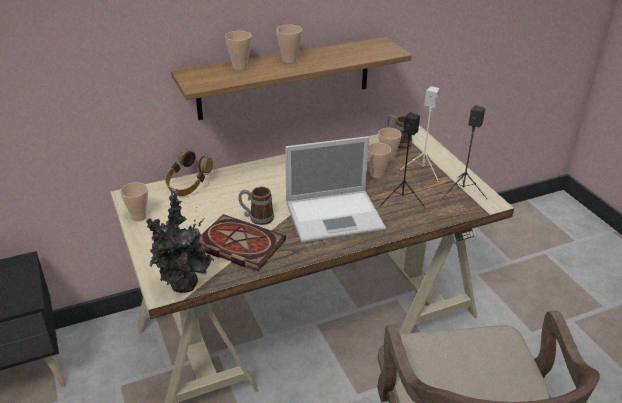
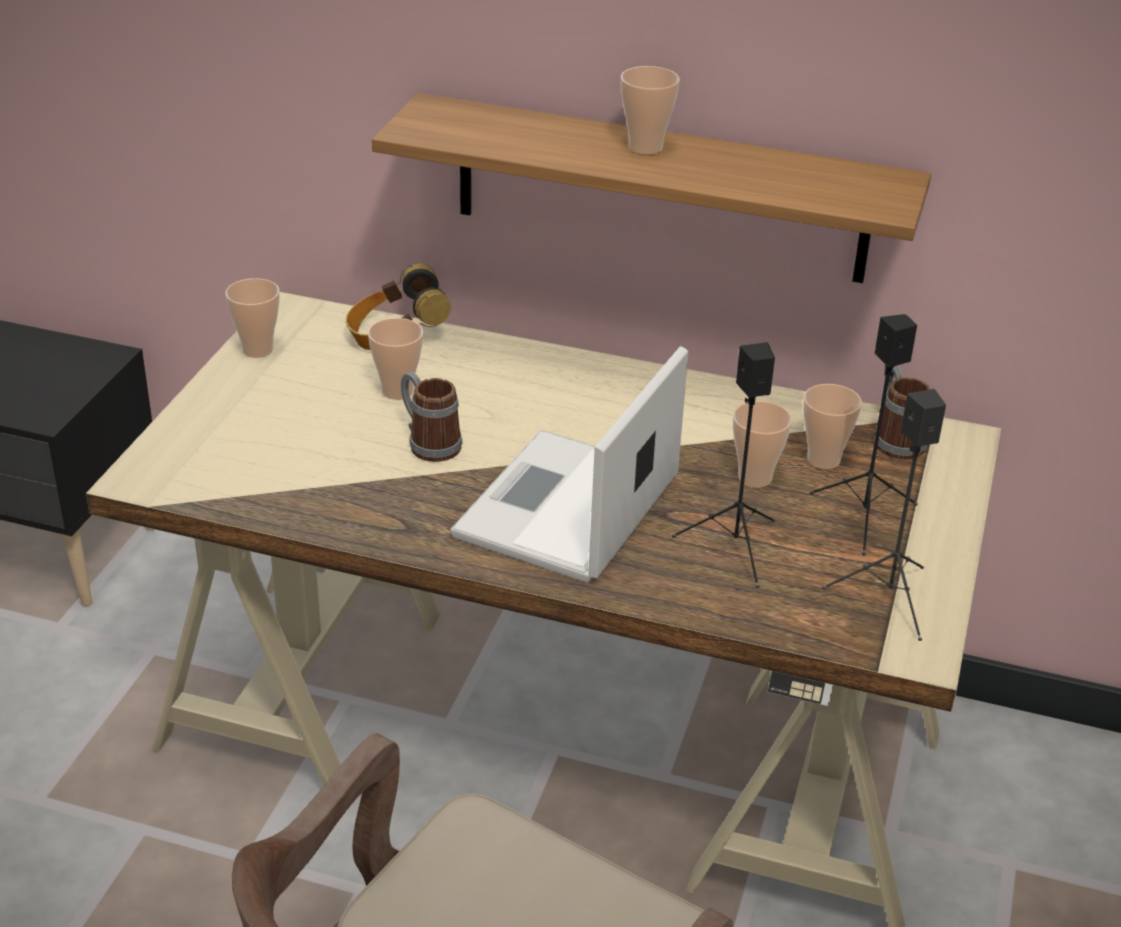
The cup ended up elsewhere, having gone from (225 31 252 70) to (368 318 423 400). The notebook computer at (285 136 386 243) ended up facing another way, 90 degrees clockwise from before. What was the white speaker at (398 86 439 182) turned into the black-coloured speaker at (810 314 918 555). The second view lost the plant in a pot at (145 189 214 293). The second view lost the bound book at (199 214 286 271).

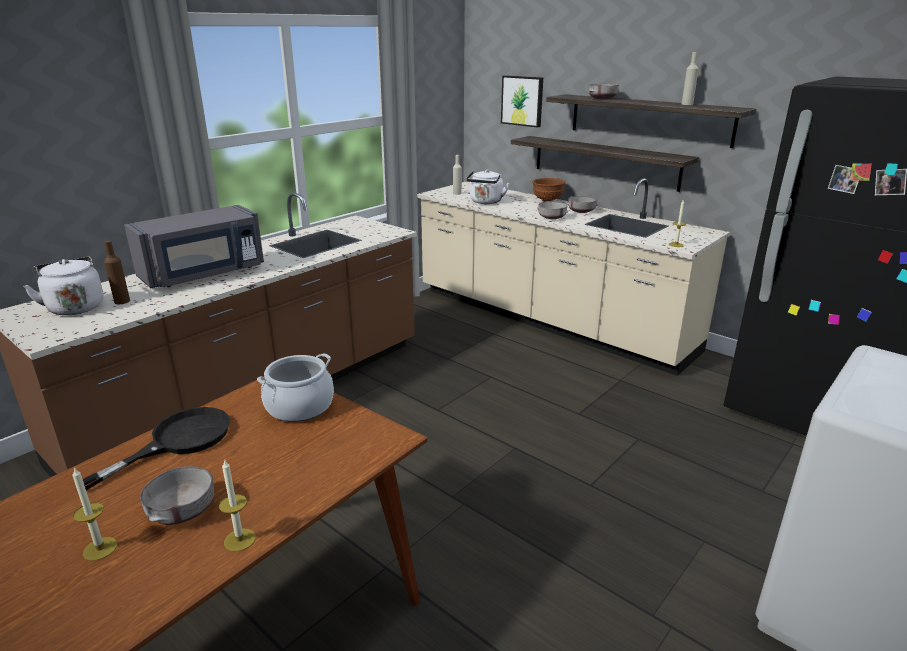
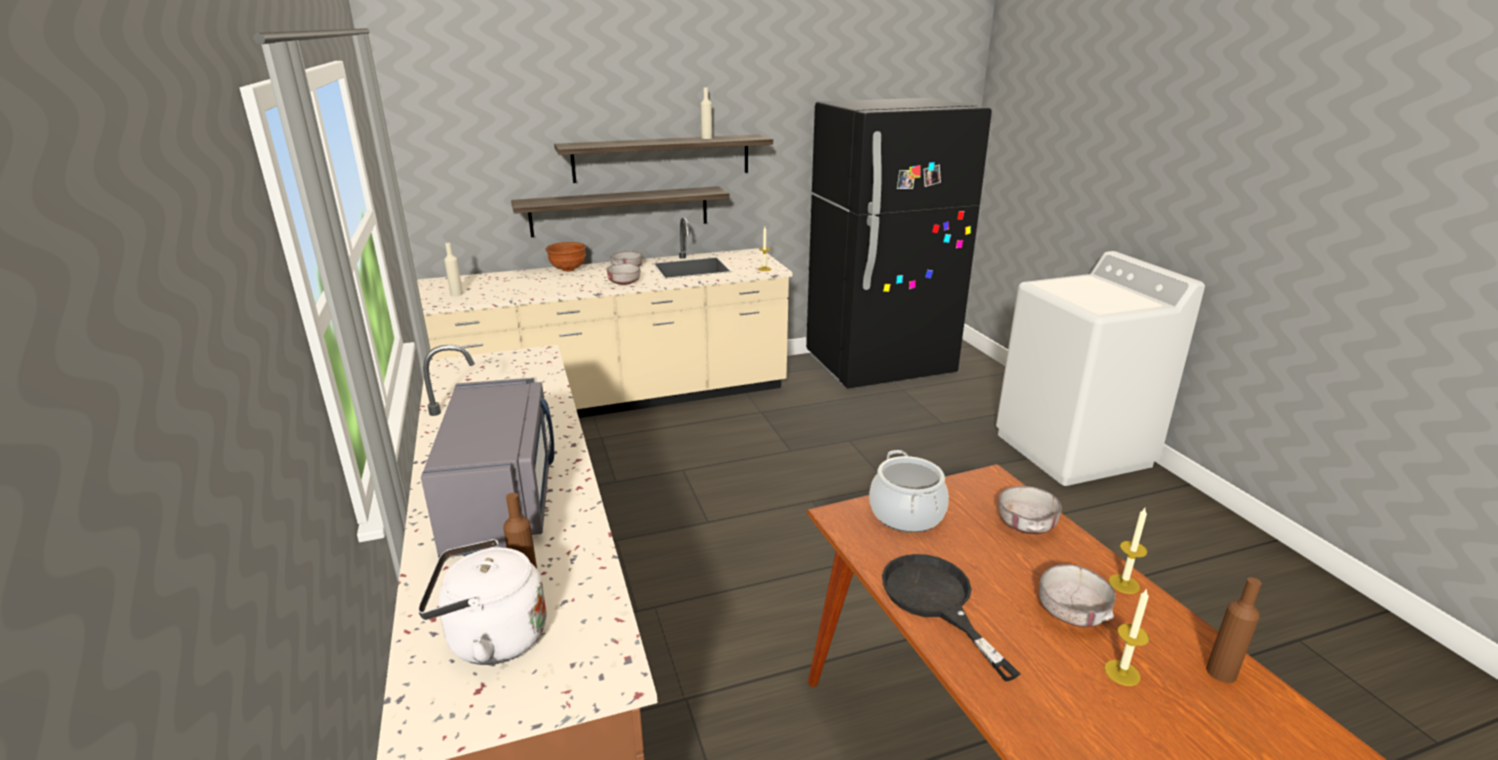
The grey bowl ended up elsewhere, having gone from (588 84 619 99) to (999 486 1062 534). The second view gained the brown beverage bottle at (1206 577 1262 683). The second view lost the white water kettle at (466 170 510 204). The second view lost the wall picture at (501 75 543 128).

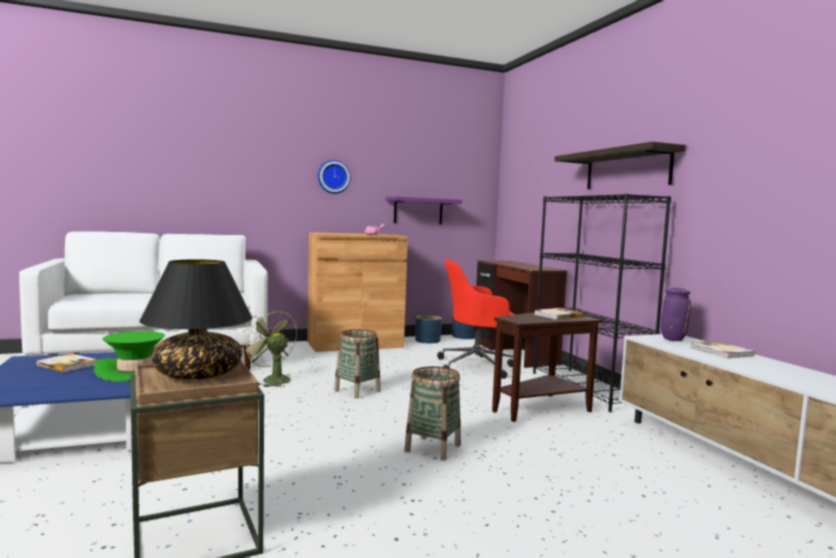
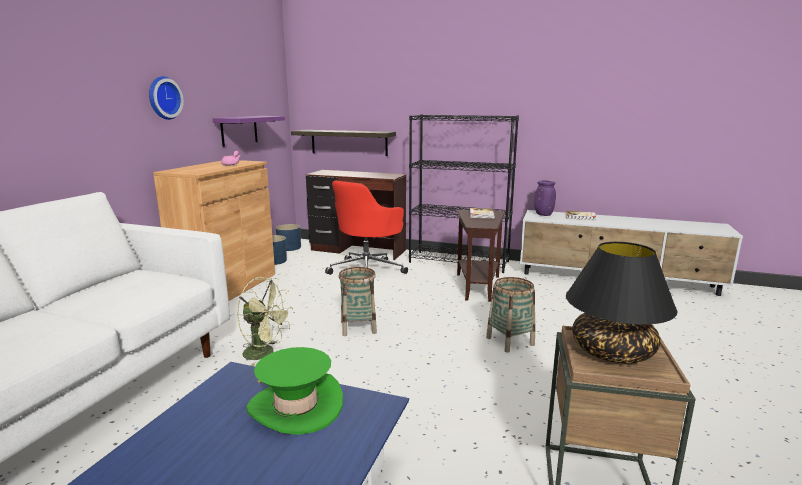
The green-coloured fan at (242 309 297 387) ended up facing another way, 150 degrees counterclockwise from before. The wall shelf ended up elsewhere, having gone from (554 142 686 189) to (291 130 396 156). The second view lost the bound book at (36 354 98 373).

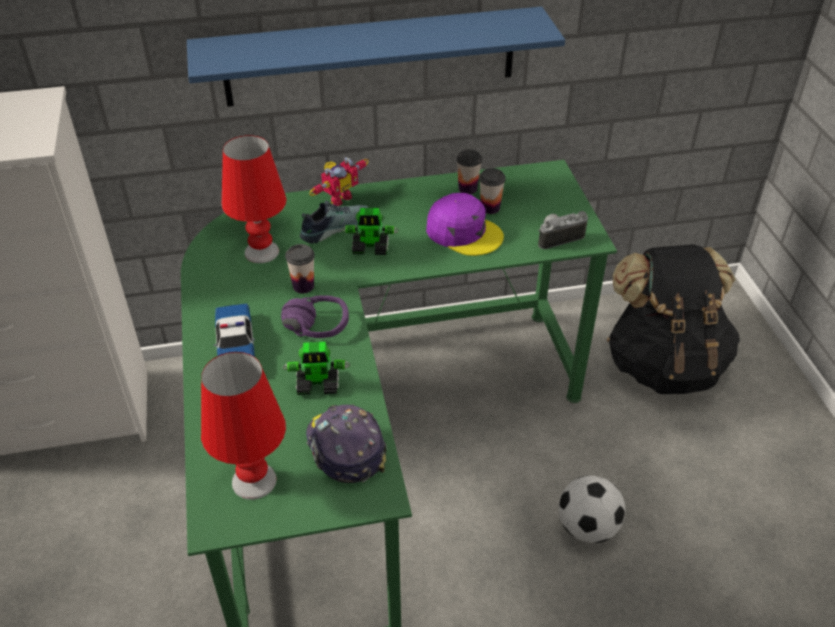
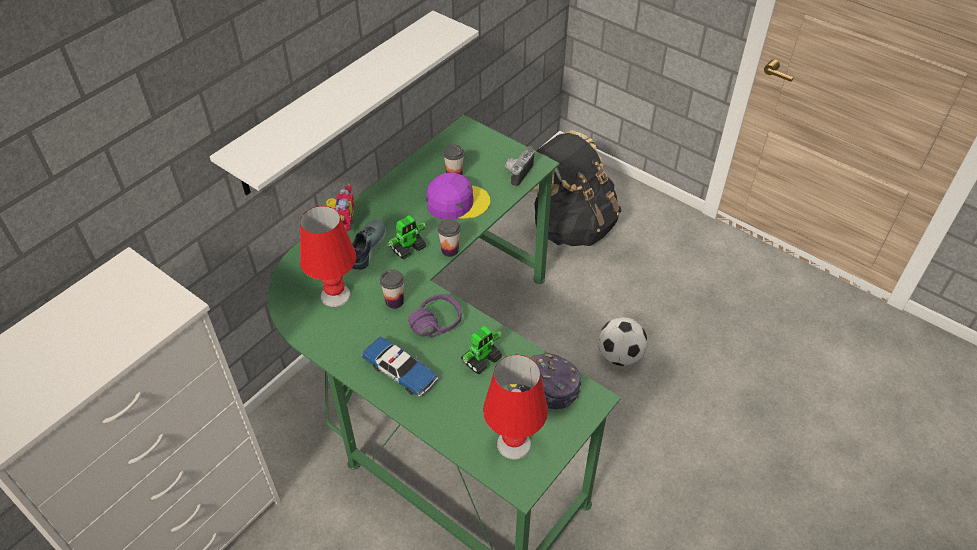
What was the blue wall shelf at (187 6 565 107) turned into the white wall shelf at (210 11 479 195). The cup ended up elsewhere, having gone from (457 150 482 194) to (437 219 461 257).

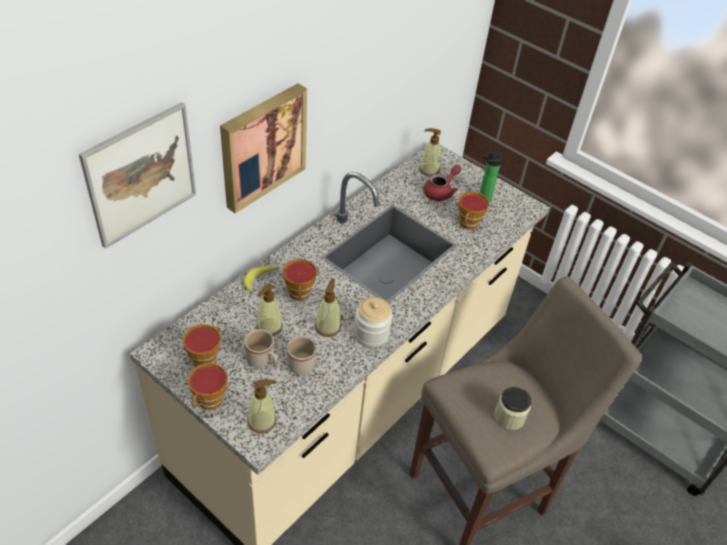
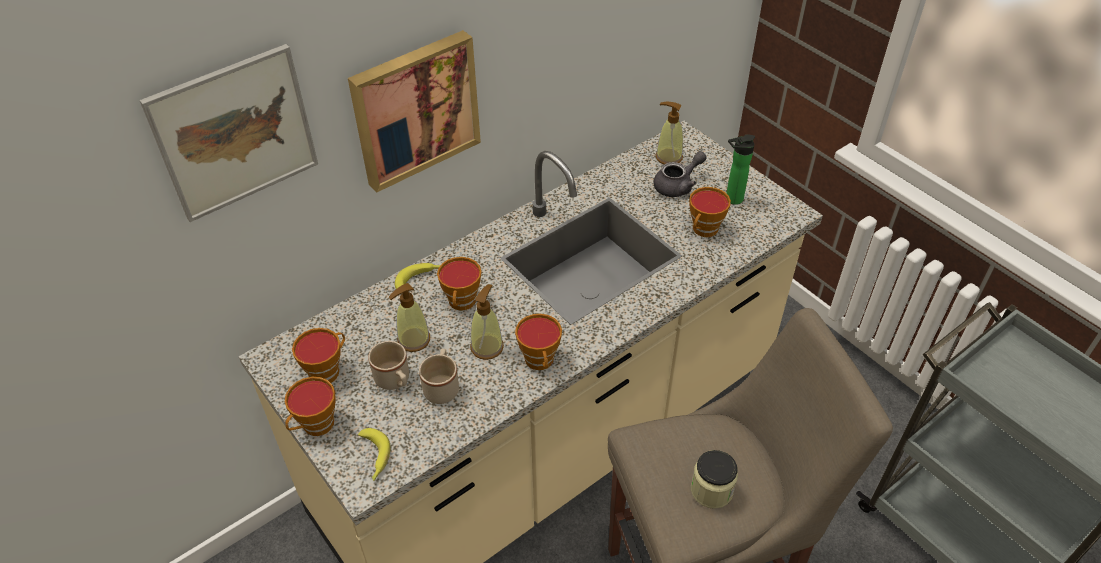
Where the soap bottle stood at (248 379 276 434), the banana came to stand at (358 428 391 481). Where the storage jar stood at (354 297 392 348), the cup came to stand at (515 314 562 370). What was the red pot for tea at (423 165 461 201) turned into the grey pot for tea at (654 151 706 197).

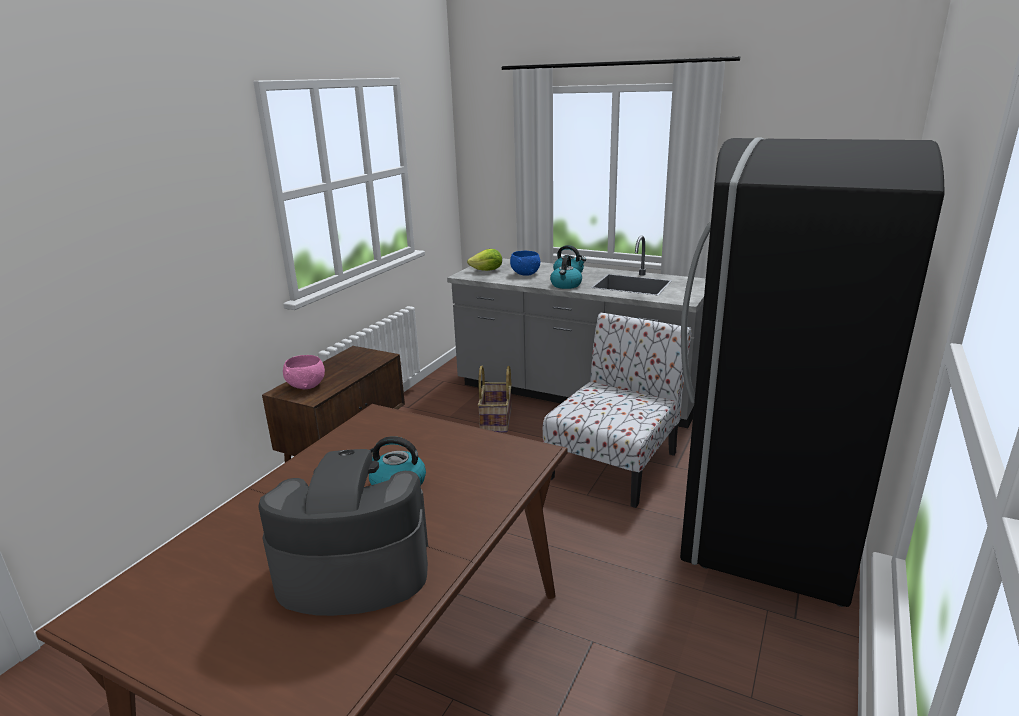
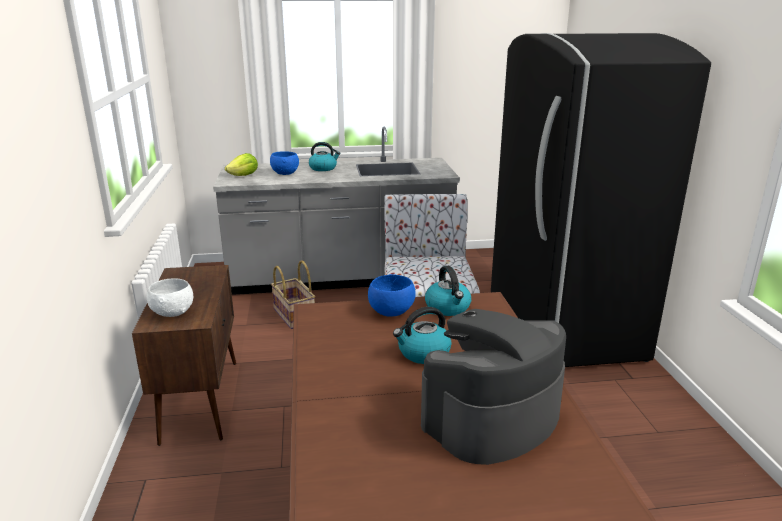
What was the pink bowl at (283 355 325 389) turned into the white bowl at (147 278 193 317). The second view gained the blue bowl at (368 274 416 317). The water kettle ended up elsewhere, having gone from (550 255 582 289) to (425 266 471 316).

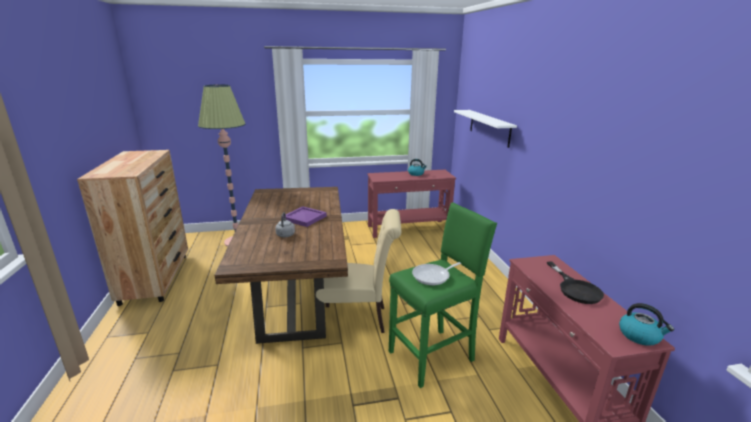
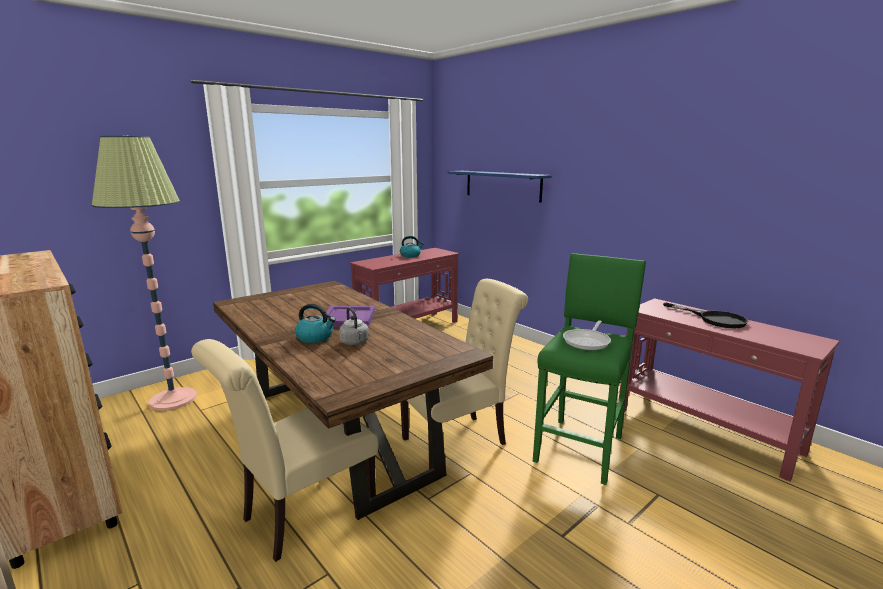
The second view gained the beige upright chair at (191 339 378 562). The water kettle ended up elsewhere, having gone from (619 303 674 346) to (295 304 336 343). What was the white wall shelf at (454 110 517 148) turned into the blue wall shelf at (447 171 552 202).

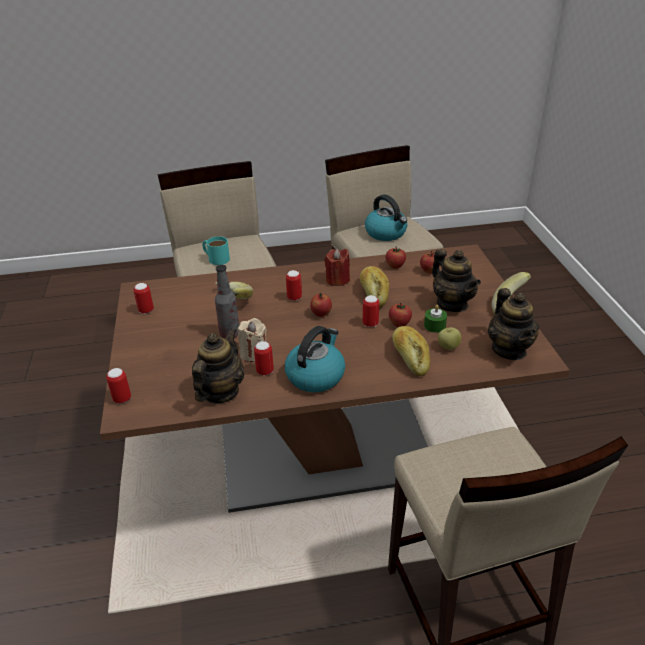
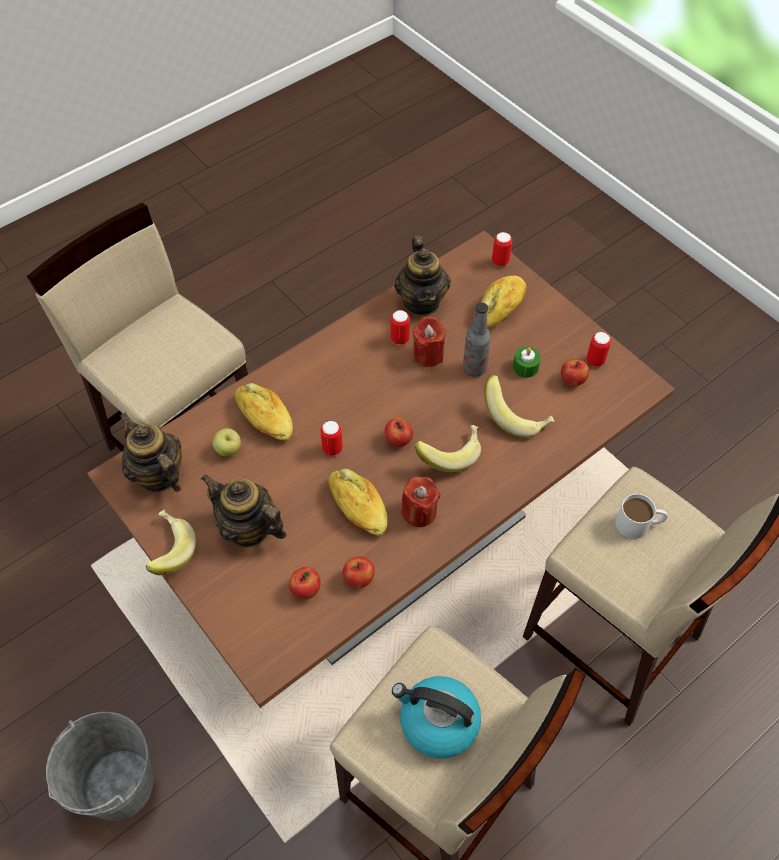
The second view gained the grey water bucket at (46 712 154 821). What was the beige wax light at (238 318 267 362) turned into the red wax light at (413 317 445 367). Where the can stood at (286 270 302 301), the banana came to stand at (415 425 481 472). The second view gained the bakery bread at (481 276 526 329). The green-coloured wax light ended up elsewhere, having gone from (424 305 447 333) to (513 347 541 378). The apple fruit ended up elsewhere, having gone from (389 303 412 327) to (561 359 589 387). What was the turquoise-coloured coffee mug at (202 236 230 265) turned into the white coffee mug at (616 494 668 539). The second view lost the water kettle at (285 326 345 392).

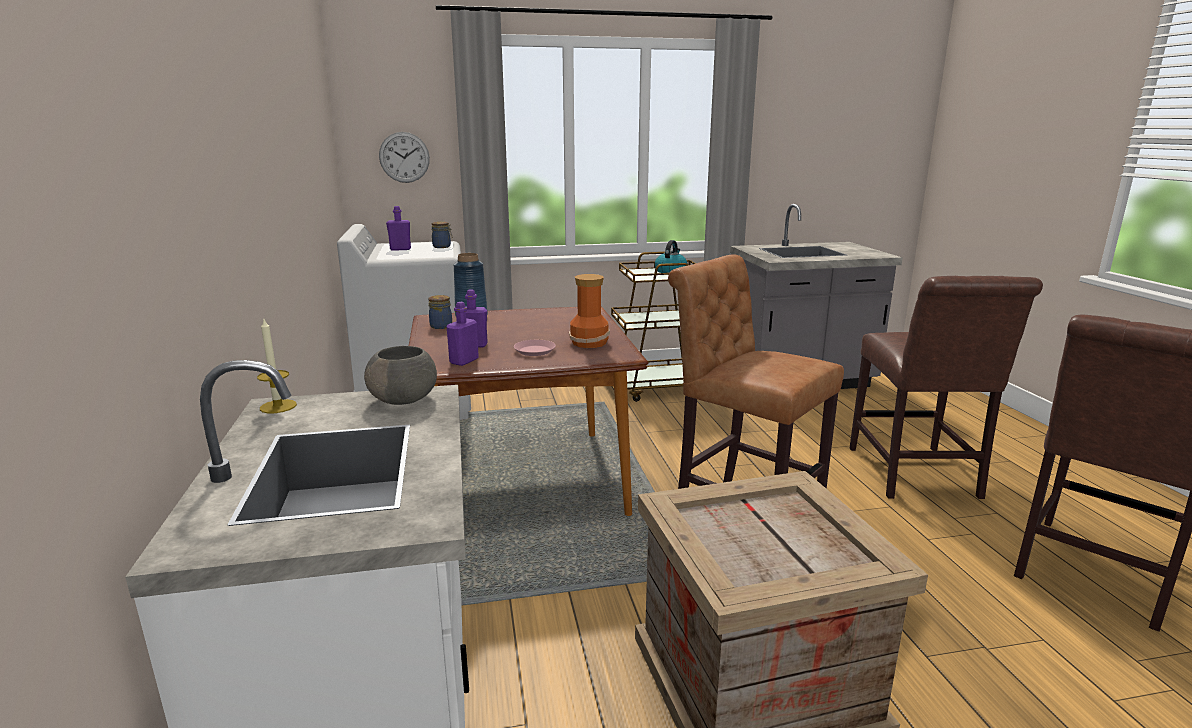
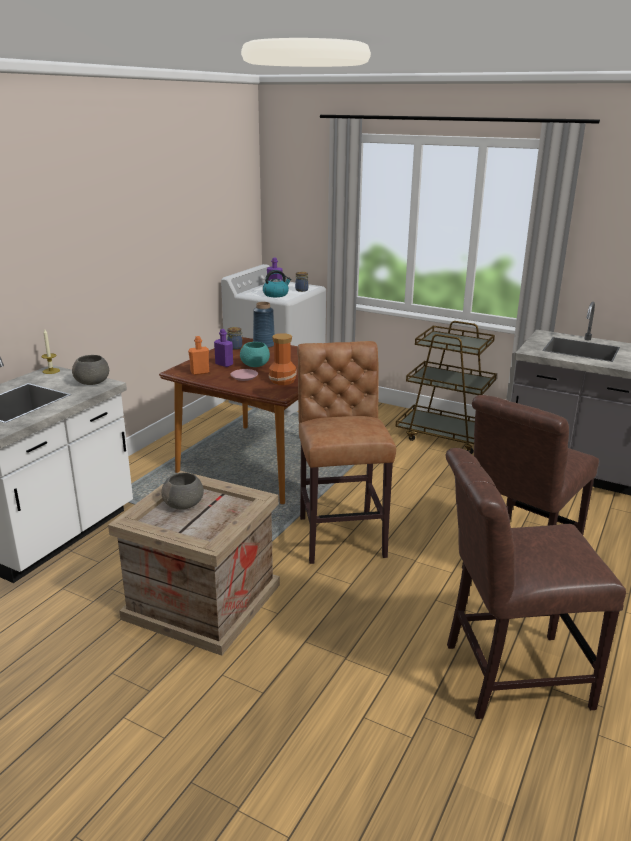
The second view gained the grey bowl at (161 473 204 509). What was the purple beverage bottle at (446 302 479 366) turned into the orange beverage bottle at (188 336 209 375). The second view gained the turquoise-coloured bowl at (240 342 270 367). The water kettle ended up elsewhere, having gone from (655 240 687 273) to (263 270 291 297). The second view lost the wall clock at (379 132 430 183).

